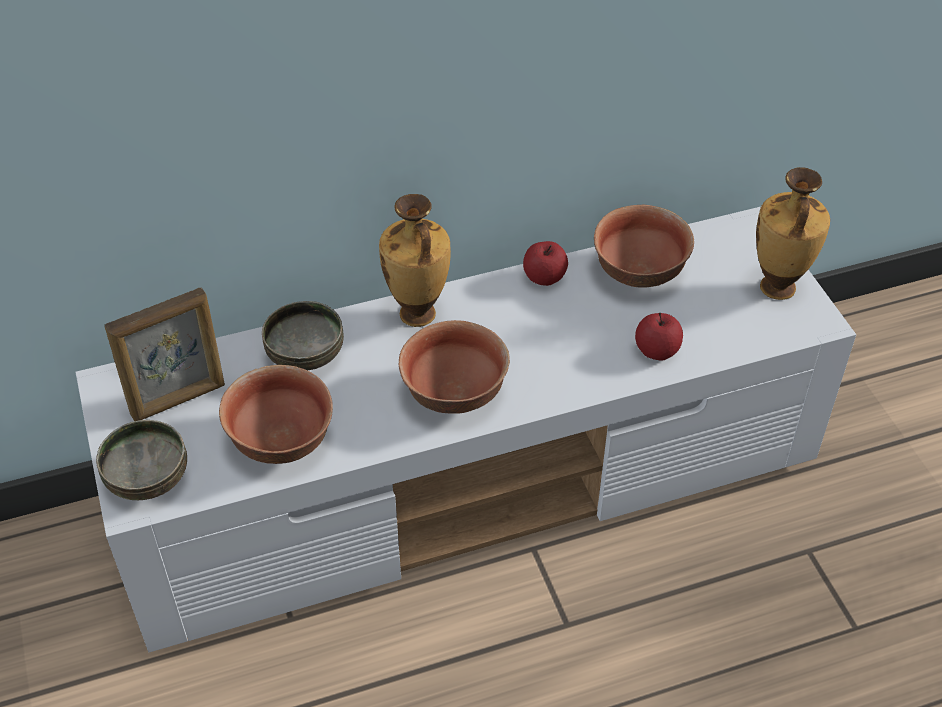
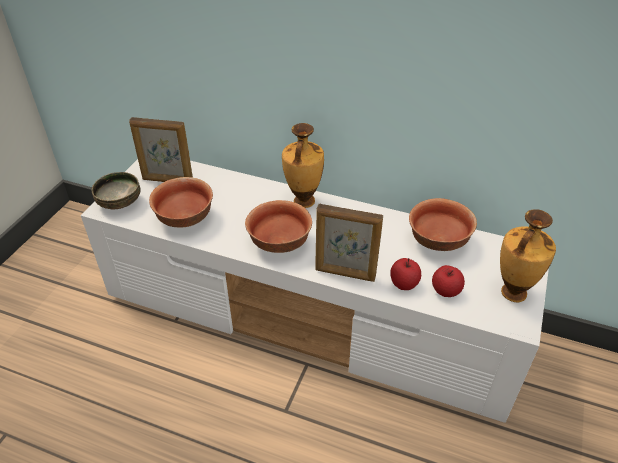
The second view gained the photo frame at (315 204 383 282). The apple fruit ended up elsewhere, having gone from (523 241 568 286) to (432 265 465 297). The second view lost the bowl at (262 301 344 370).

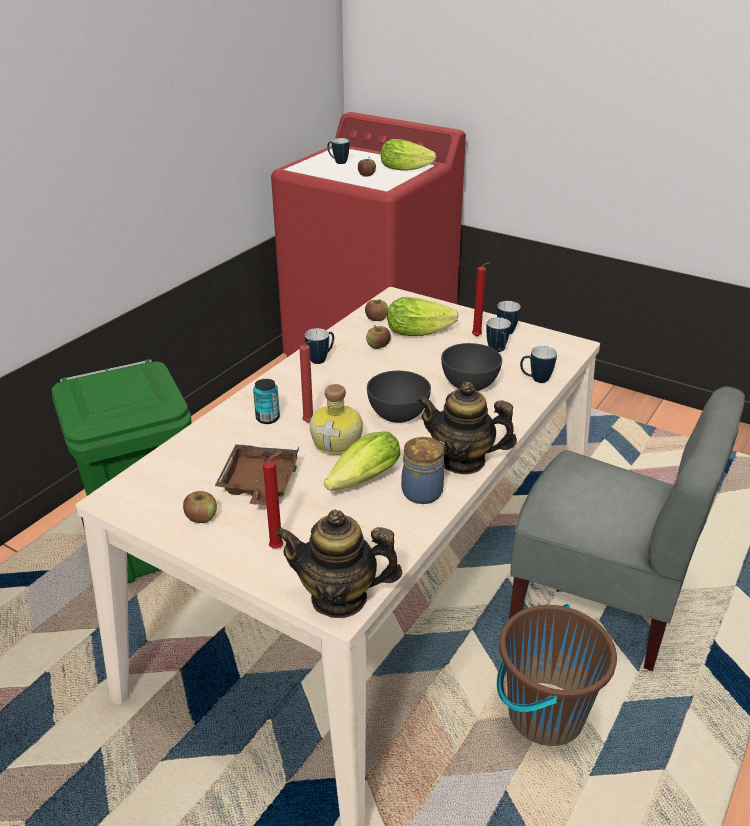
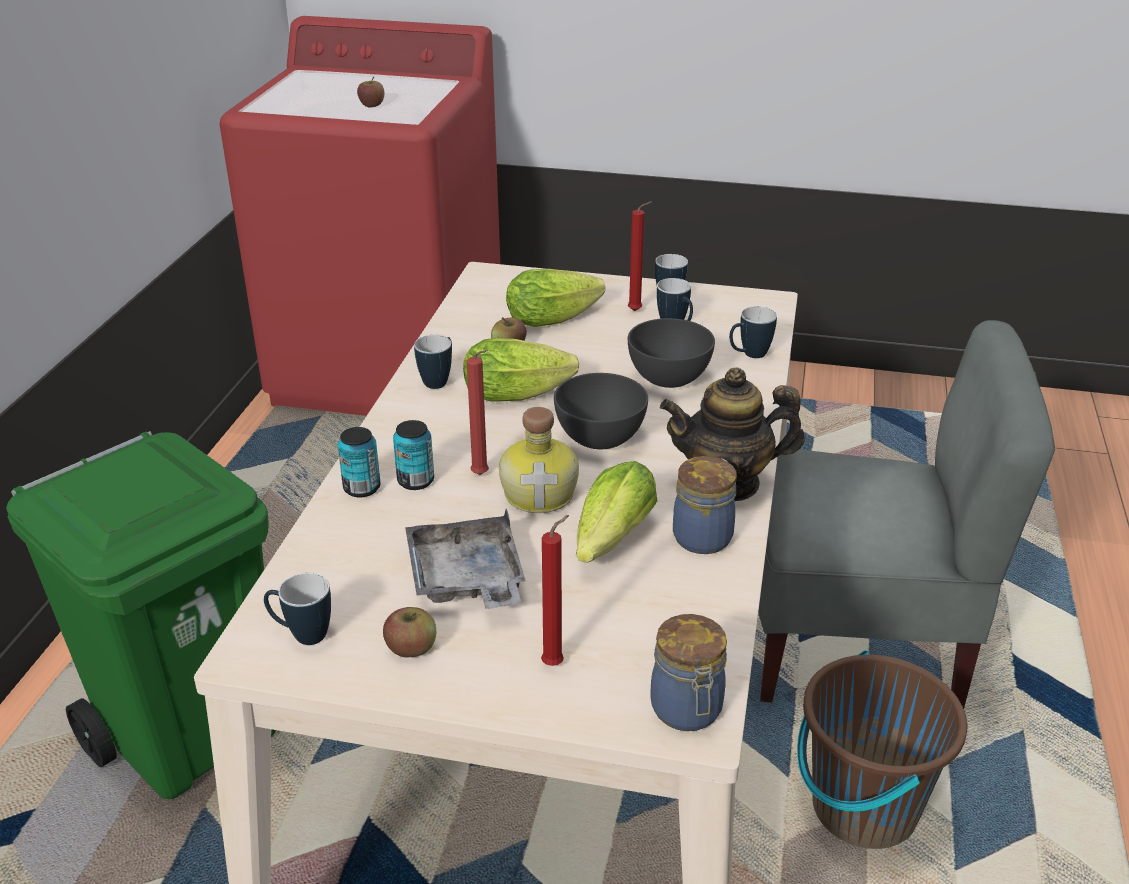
The coffee mug ended up elsewhere, having gone from (327 138 350 164) to (264 573 331 645). The second view gained the can at (338 427 381 498). What was the brown serving tray at (215 444 300 505) turned into the grey serving tray at (405 508 526 609). The head of lettuce ended up elsewhere, having gone from (381 139 436 171) to (463 338 579 401). Where the pot for tea stood at (275 510 402 618), the storage jar came to stand at (650 614 727 731). The second view lost the apple fruit at (365 300 388 321).

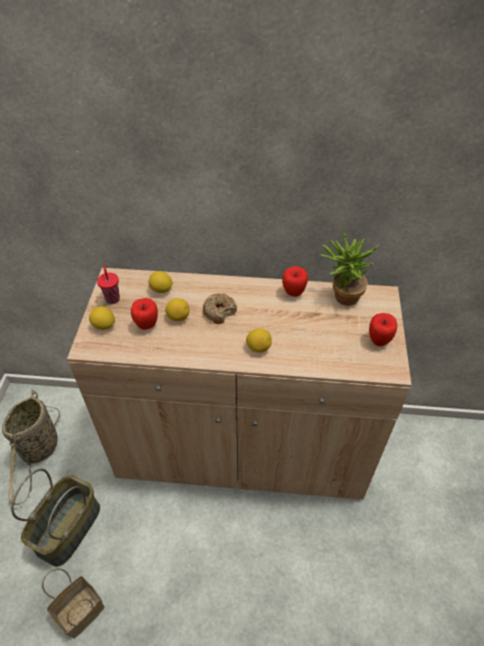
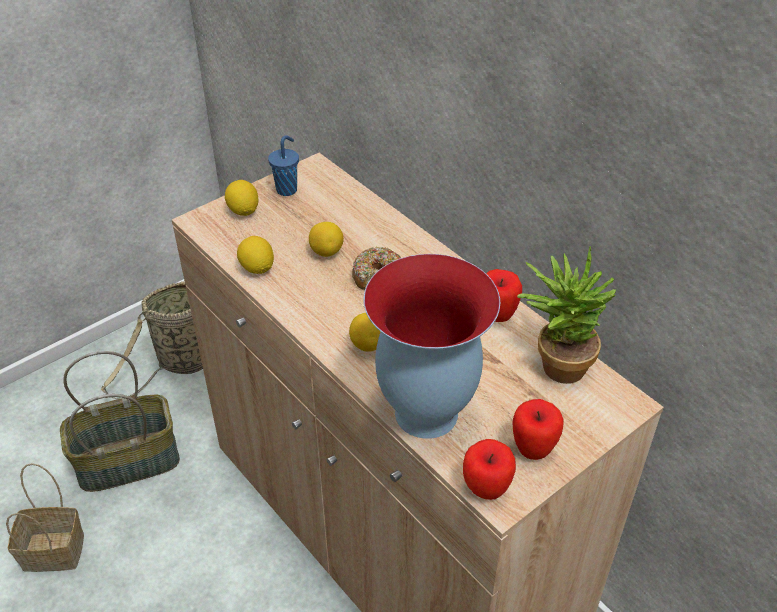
The whole lemon ended up elsewhere, having gone from (148 271 173 293) to (237 236 274 274). What was the red cup at (97 265 120 304) turned into the blue cup at (268 135 299 196). The second view gained the vase at (363 254 500 439). The apple fruit ended up elsewhere, having gone from (131 298 158 330) to (463 439 516 500).

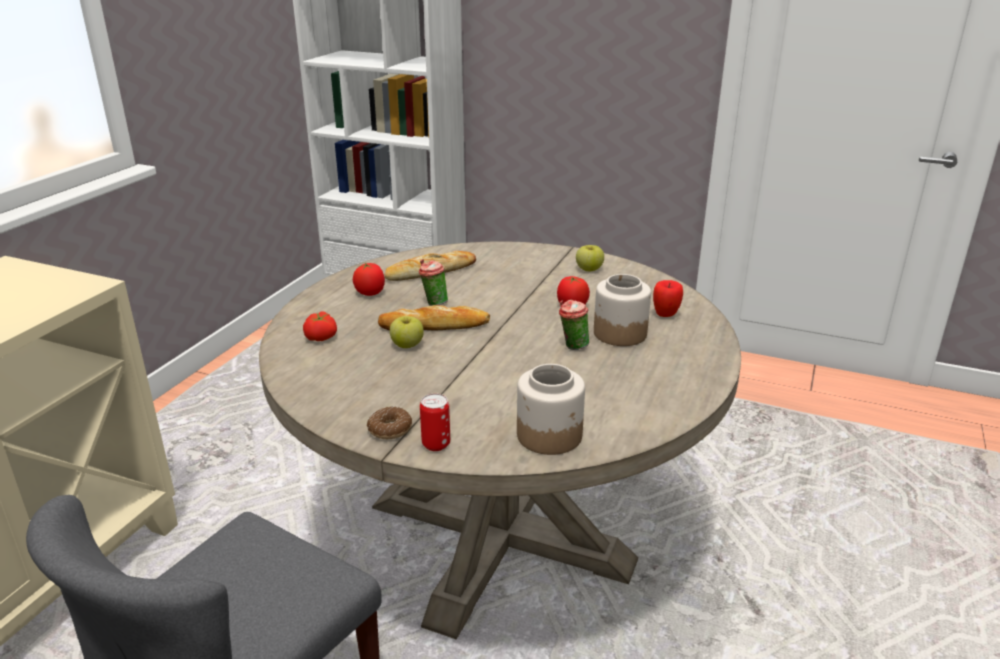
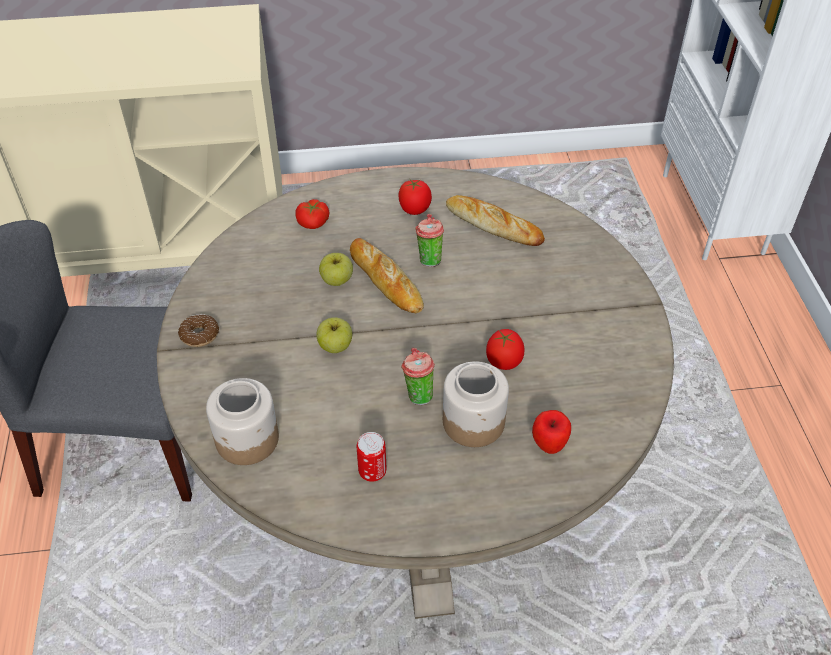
The apple fruit ended up elsewhere, having gone from (576 245 604 271) to (316 317 352 353). The can ended up elsewhere, having gone from (420 394 450 451) to (357 432 386 482).

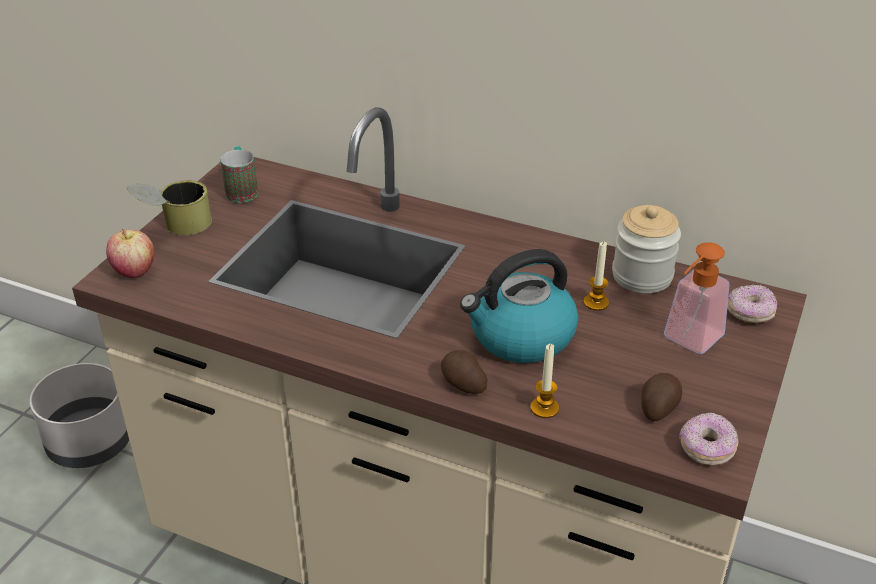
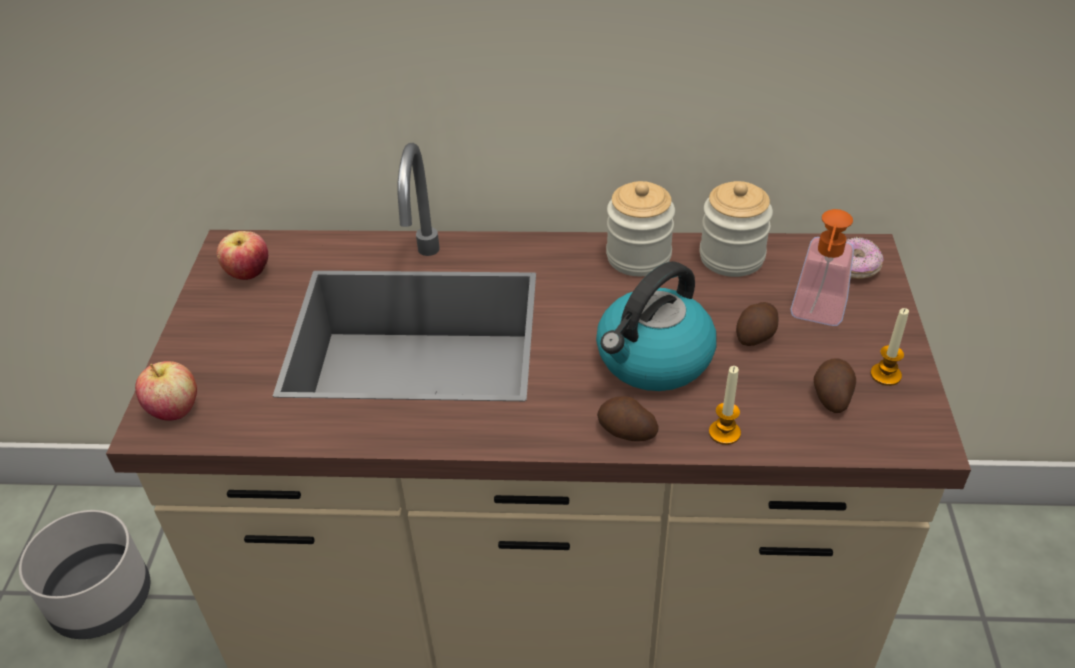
Where the coffee mug stood at (220 146 258 203), the apple fruit came to stand at (217 231 268 280). The second view gained the storage jar at (606 181 675 276). The second view gained the whole potato at (736 302 778 346). The wax light ended up elsewhere, having gone from (584 241 609 311) to (870 308 909 386). The second view lost the can at (127 180 212 235). The second view lost the donut at (679 413 738 465).

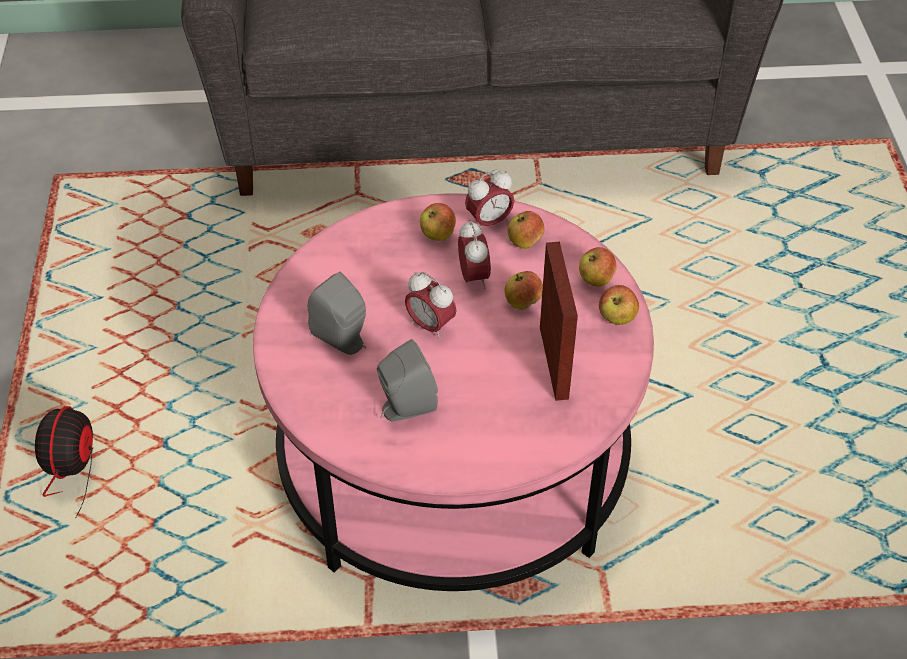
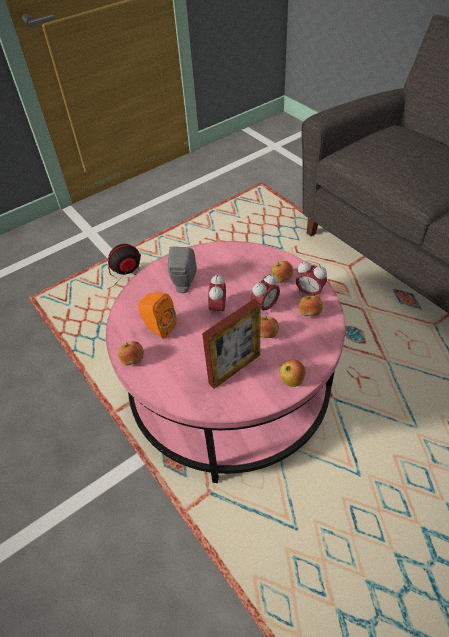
The apple fruit ended up elsewhere, having gone from (579 247 617 287) to (118 341 144 365). What was the grey speaker at (377 339 438 421) turned into the orange speaker at (138 292 177 339).

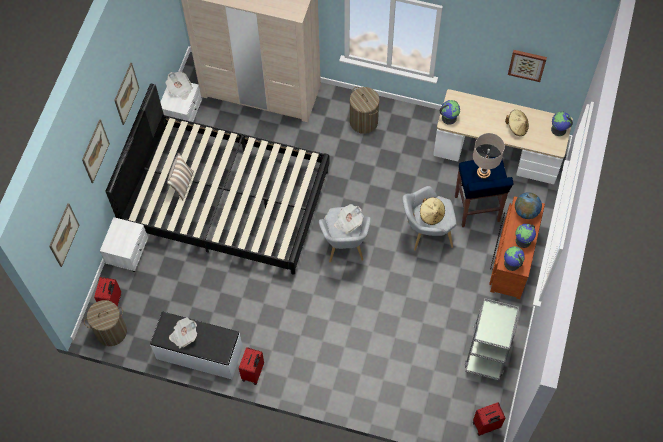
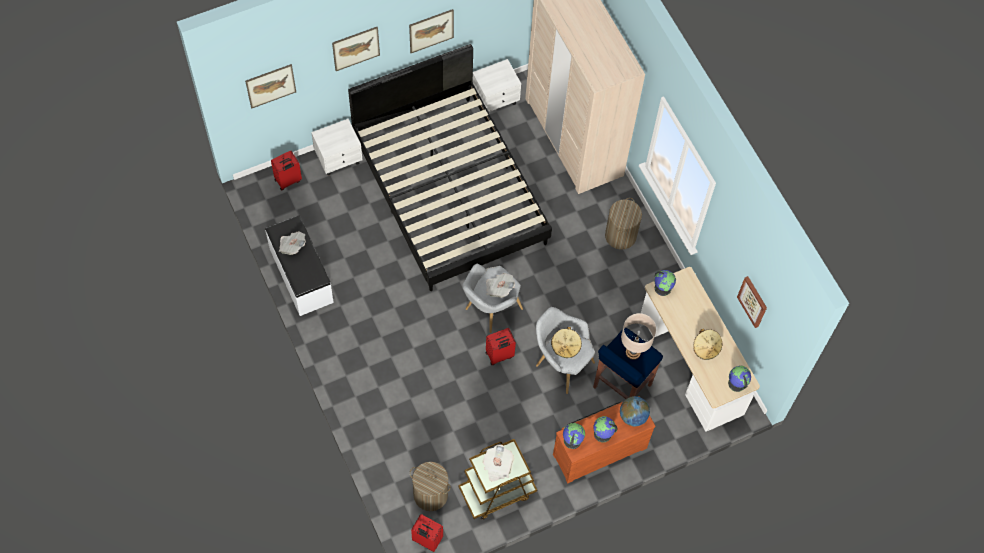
The laundry basket ended up elsewhere, having gone from (84 300 127 346) to (410 462 451 511). What was the grey cart at (465 298 519 381) turned into the brown cart at (458 439 537 520). The newspaper ended up elsewhere, having gone from (166 72 193 100) to (483 445 514 482). The red travel case ended up elsewhere, having gone from (239 347 264 385) to (486 328 516 365). The second view lost the pillow at (167 153 194 200).

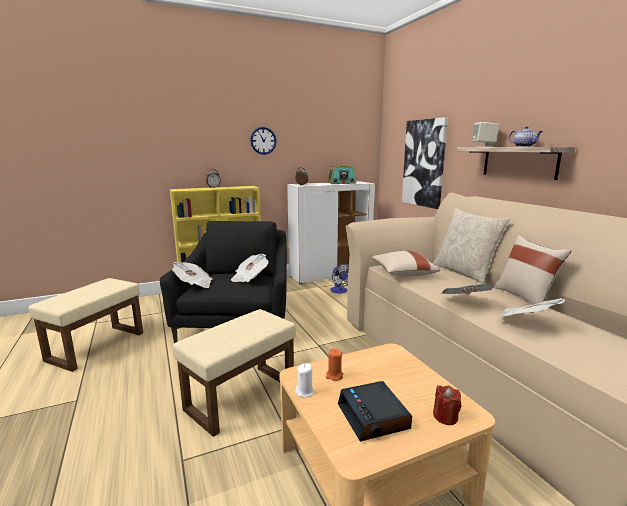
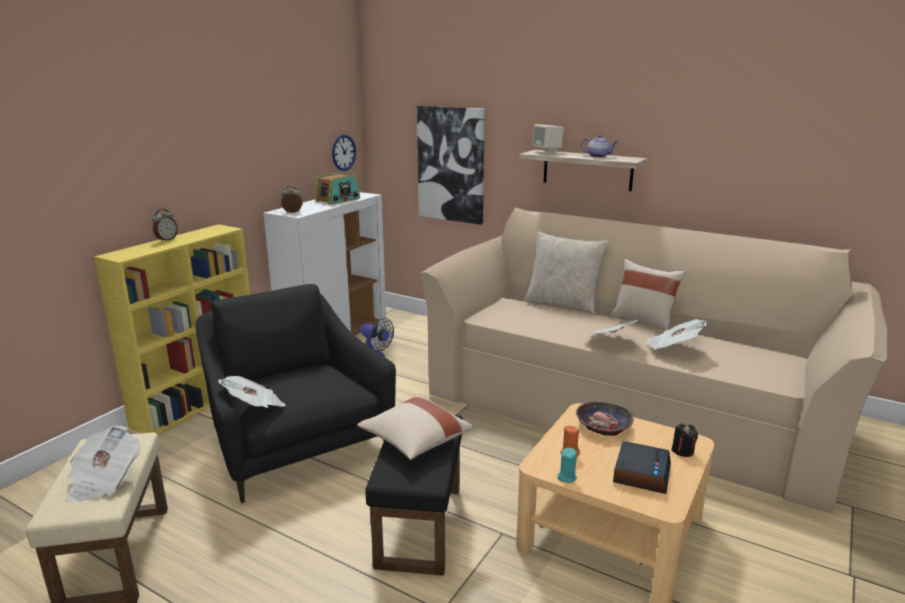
The newspaper ended up elsewhere, having gone from (231 254 268 282) to (67 426 141 502). The wall clock ended up elsewhere, having gone from (250 127 276 155) to (332 135 356 171). The beige pillow ended up elsewhere, having gone from (371 251 440 276) to (357 396 474 460). What was the beige pouffe at (173 309 296 437) turned into the black-coloured pouffe at (365 415 463 576). What was the white wax light at (295 363 315 398) turned into the turquoise-coloured wax light at (557 448 577 483). The second view gained the bowl at (576 401 634 436). The table clock at (338 381 412 442) ended up facing another way, 105 degrees counterclockwise from before. What was the red wax light at (433 385 461 425) turned into the black-coloured wax light at (672 424 698 457).

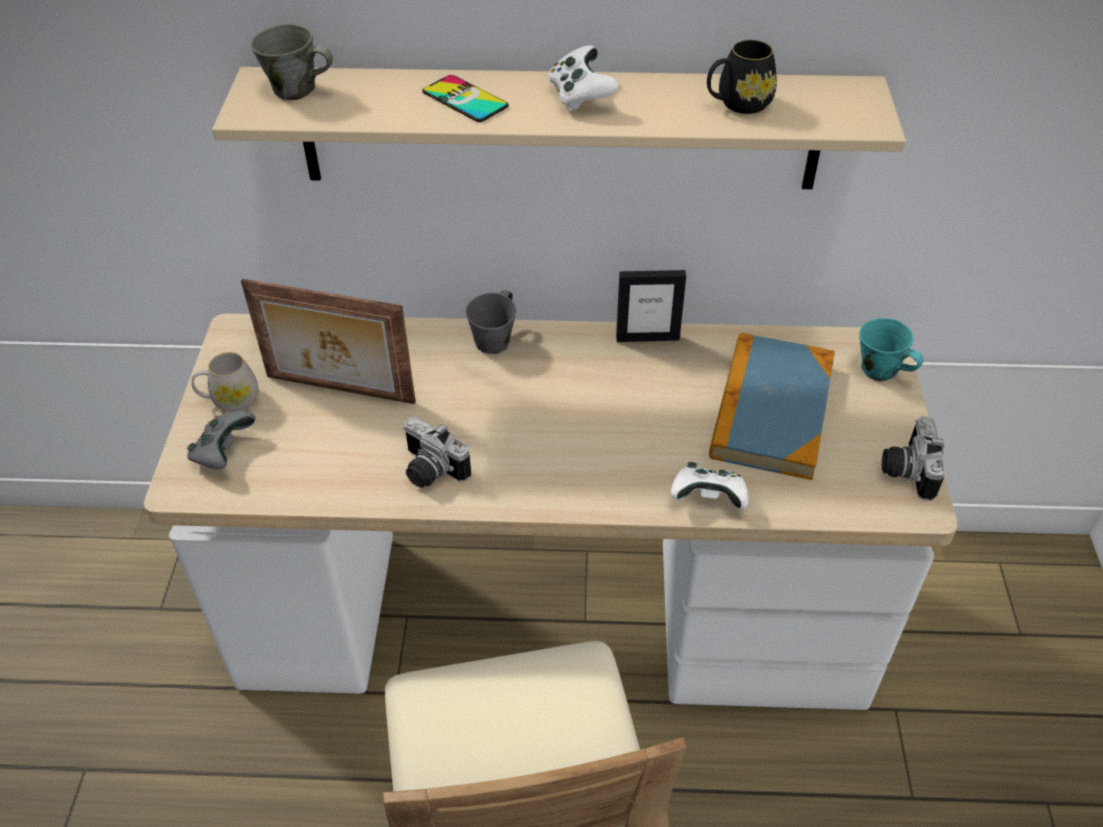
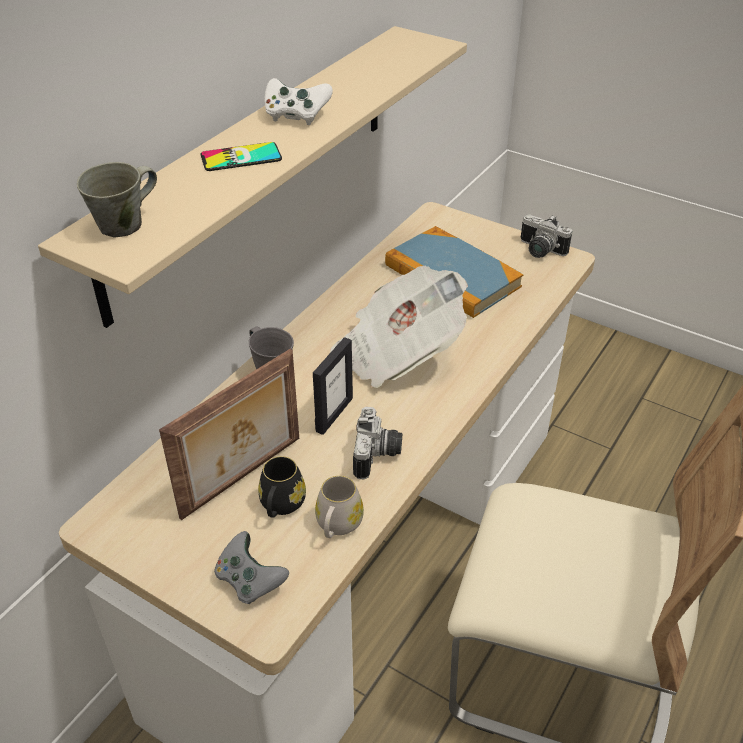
The black-coloured coffee mug ended up elsewhere, having gone from (707 40 777 114) to (258 456 306 518). The photo frame ended up elsewhere, having gone from (616 270 686 342) to (313 337 353 435). The white coffee mug ended up elsewhere, having gone from (191 352 259 412) to (315 476 364 538). The second view gained the newspaper at (330 266 468 388). The photo camera at (403 416 471 488) ended up facing another way, 60 degrees counterclockwise from before. The second view lost the white joypad at (671 462 749 509). The second view lost the turquoise-coloured coffee mug at (859 318 923 381).

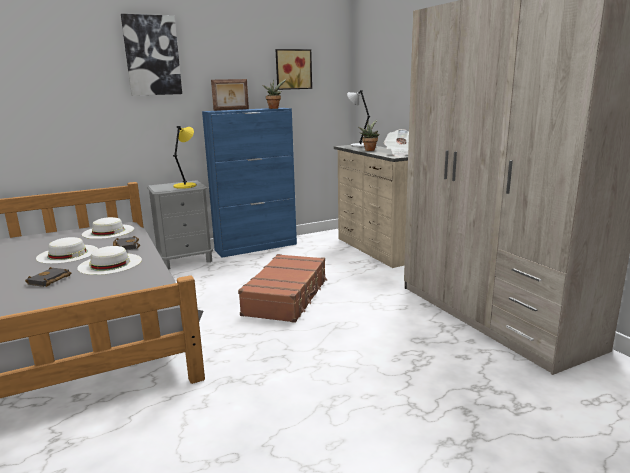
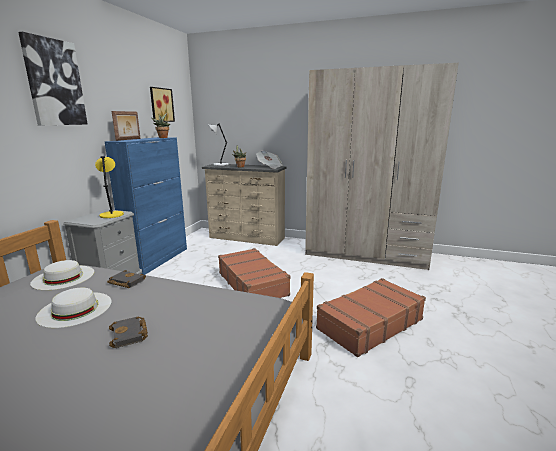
The second view gained the brown travel case at (316 278 426 357). The second view lost the white wearable hat at (77 246 142 275).

